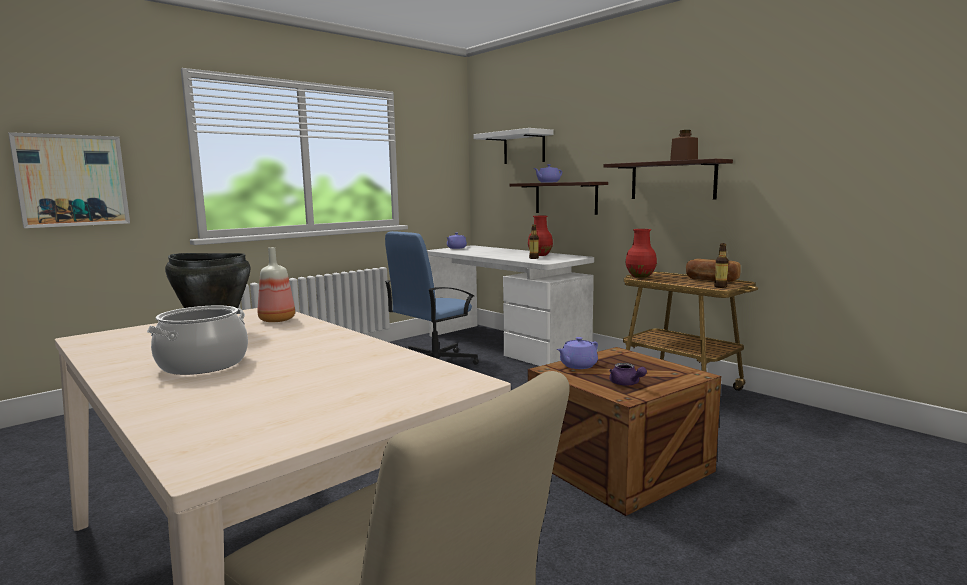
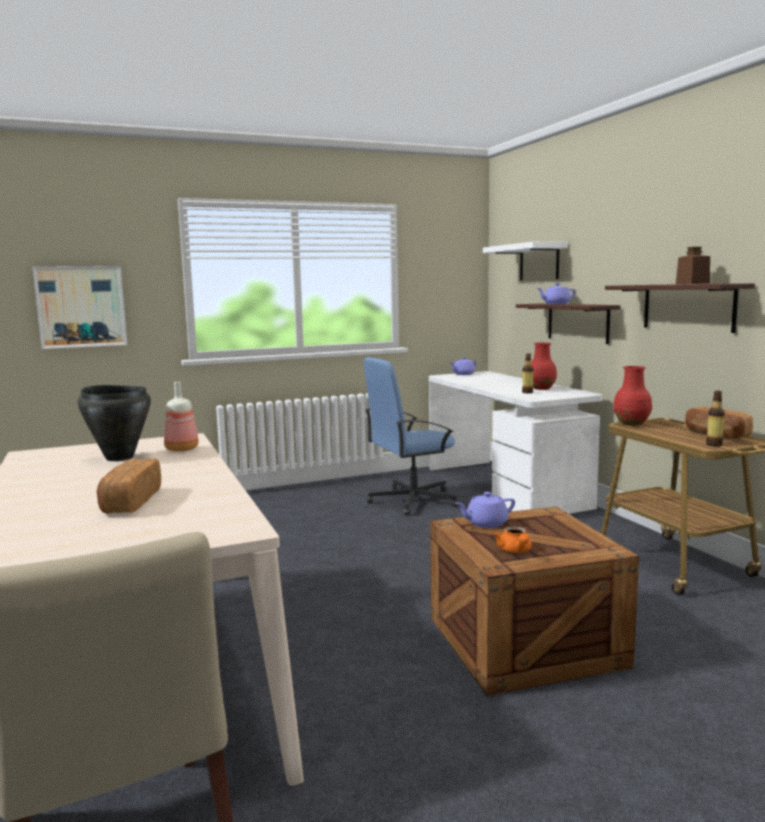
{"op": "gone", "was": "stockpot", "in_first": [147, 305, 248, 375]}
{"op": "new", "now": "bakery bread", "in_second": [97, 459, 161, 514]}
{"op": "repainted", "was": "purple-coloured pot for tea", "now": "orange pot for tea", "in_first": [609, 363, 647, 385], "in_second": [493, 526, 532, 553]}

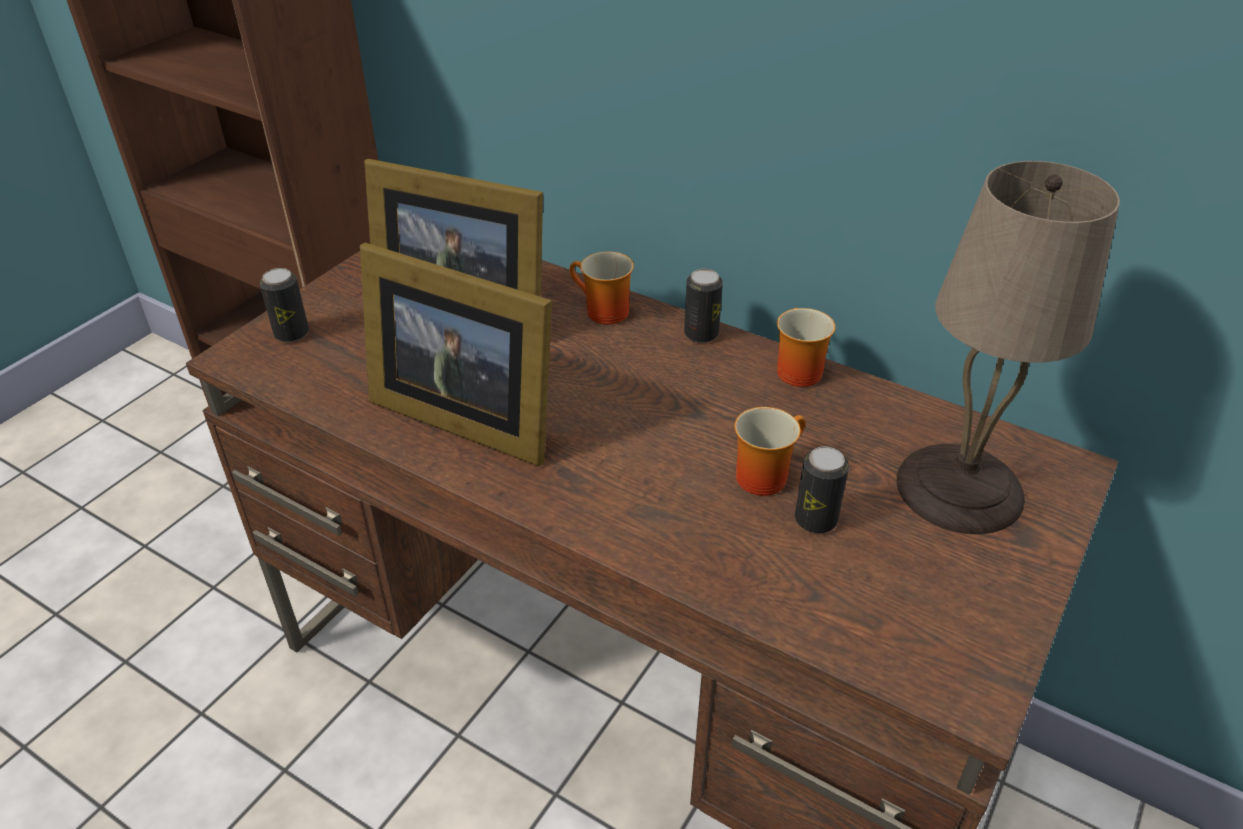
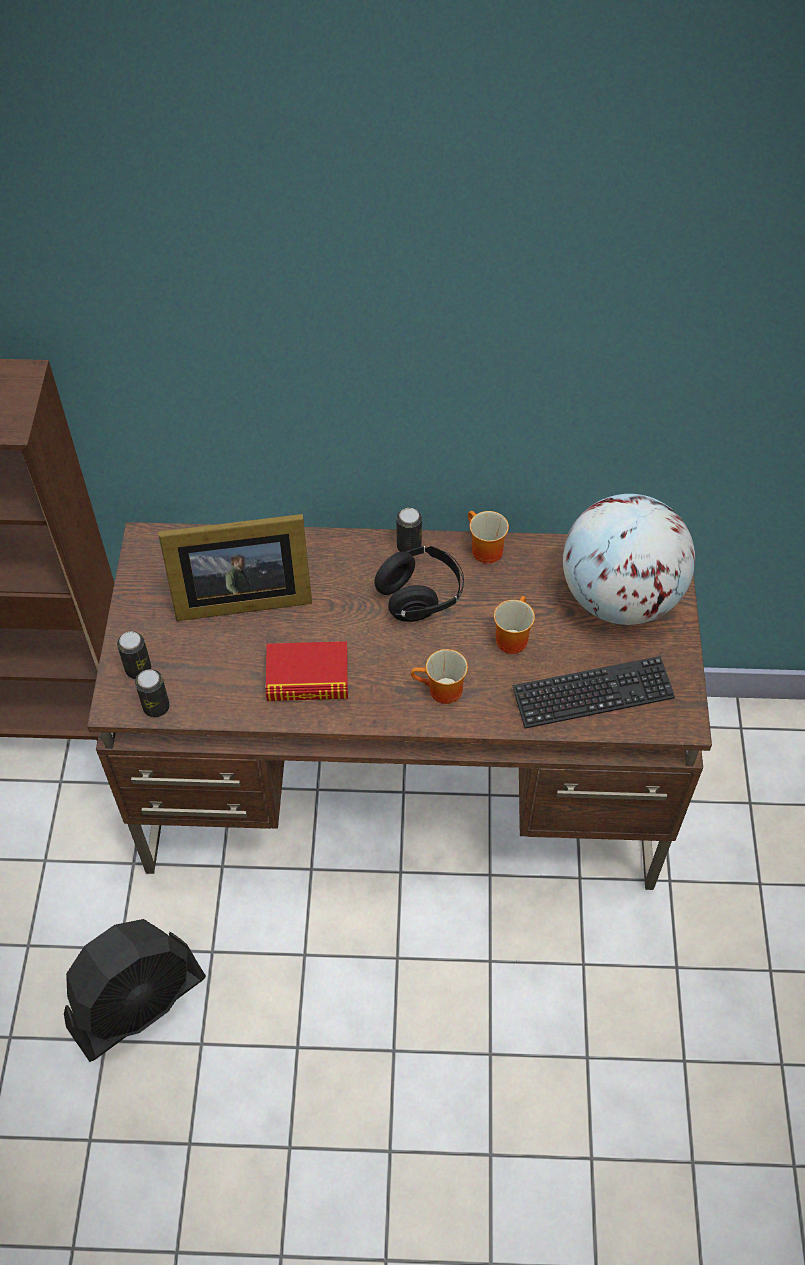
{"op": "new", "now": "blackish electric fan", "in_second": [64, 919, 206, 1062]}
{"op": "new", "now": "blackish pair of headphones", "in_second": [374, 546, 464, 622]}
{"op": "new", "now": "keyboard", "in_second": [512, 656, 675, 729]}
{"op": "shifted", "was": "mug", "in_first": [569, 251, 634, 325], "in_second": [411, 649, 468, 704]}
{"op": "shifted", "was": "metal can", "in_first": [795, 446, 849, 533], "in_second": [135, 669, 170, 717]}
{"op": "swapped", "was": "standing frame", "now": "book", "in_first": [360, 243, 552, 466], "in_second": [266, 641, 348, 701]}
{"op": "swapped", "was": "beige lamp for a table", "now": "desk globe", "in_first": [896, 161, 1120, 534], "in_second": [563, 494, 695, 625]}

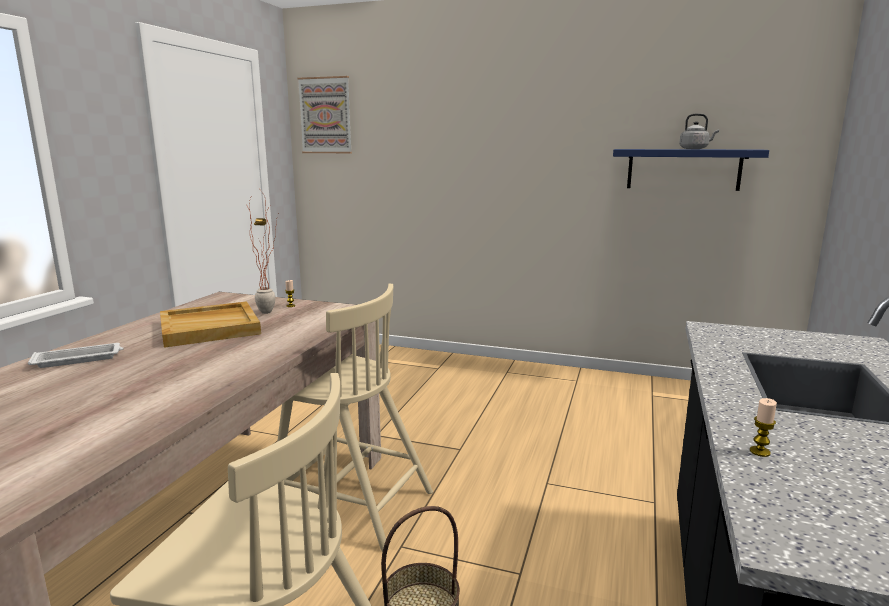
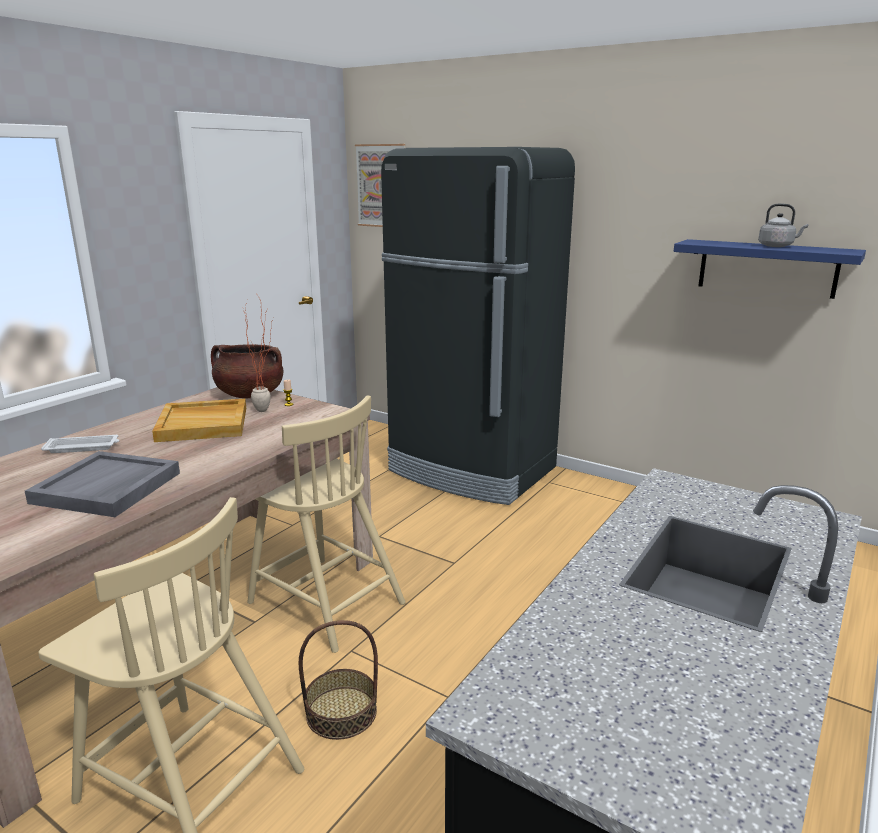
{"op": "gone", "was": "wax candle", "in_first": [750, 398, 777, 457]}
{"op": "new", "now": "greyish carrying tray", "in_second": [25, 451, 180, 517]}
{"op": "new", "now": "brownish stockpot", "in_second": [211, 344, 283, 398]}
{"op": "new", "now": "blackish kitchen fridge", "in_second": [381, 147, 575, 505]}

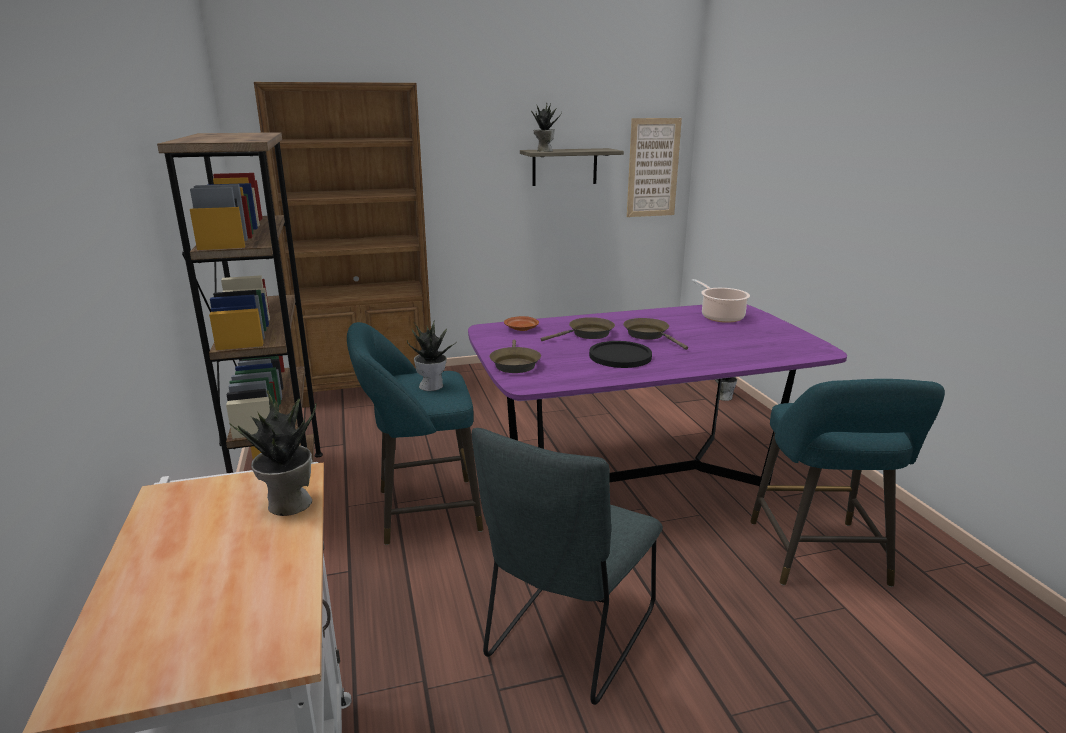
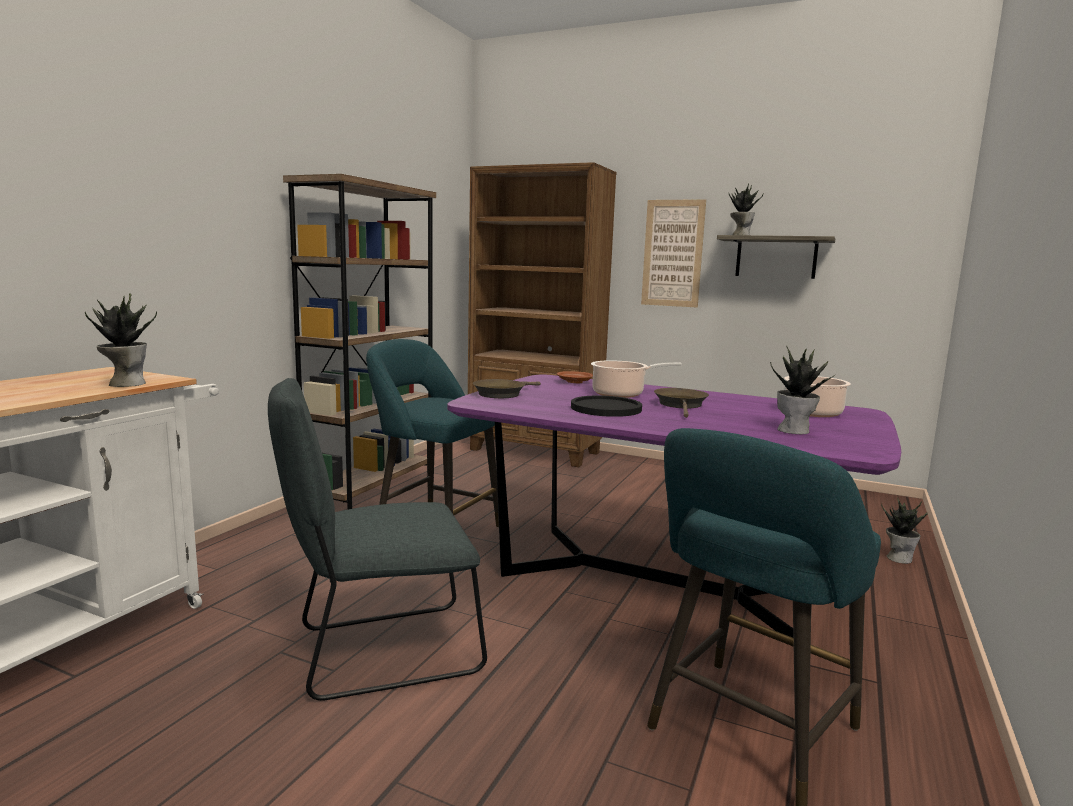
{"op": "shifted", "was": "houseplant", "in_first": [407, 322, 454, 391], "in_second": [770, 345, 835, 434]}
{"op": "shifted", "was": "picture", "in_first": [627, 118, 682, 217], "in_second": [641, 199, 706, 307]}
{"op": "swapped", "was": "brownish pan", "now": "stockpot", "in_first": [541, 317, 615, 341], "in_second": [591, 361, 682, 398]}

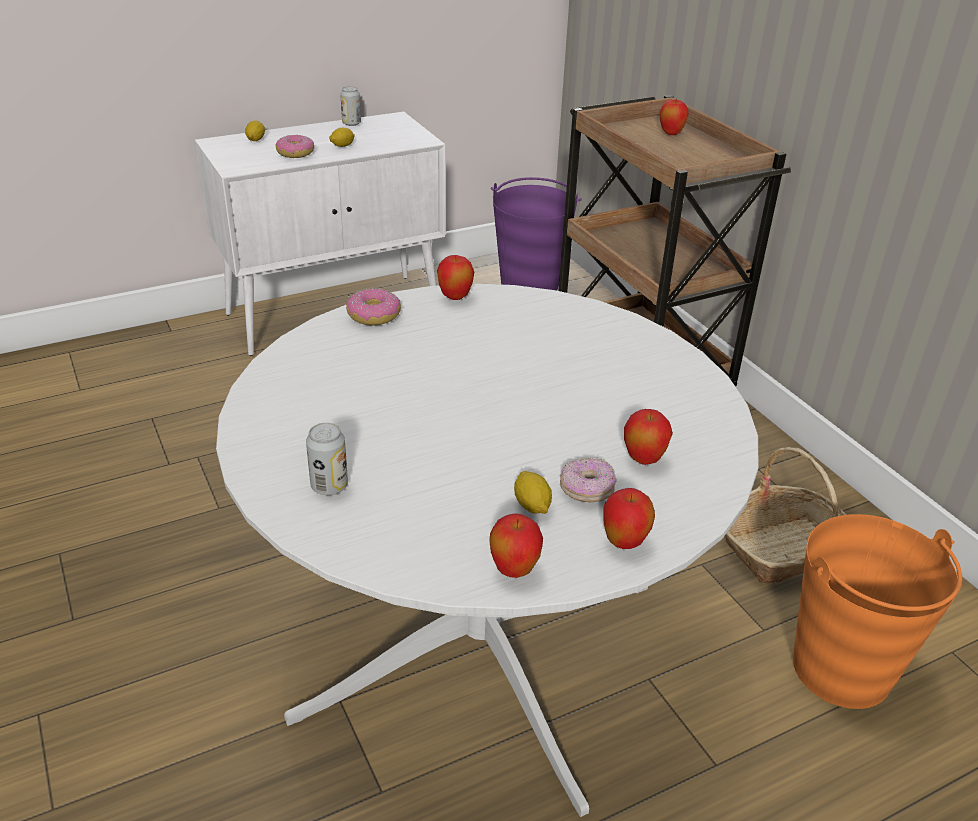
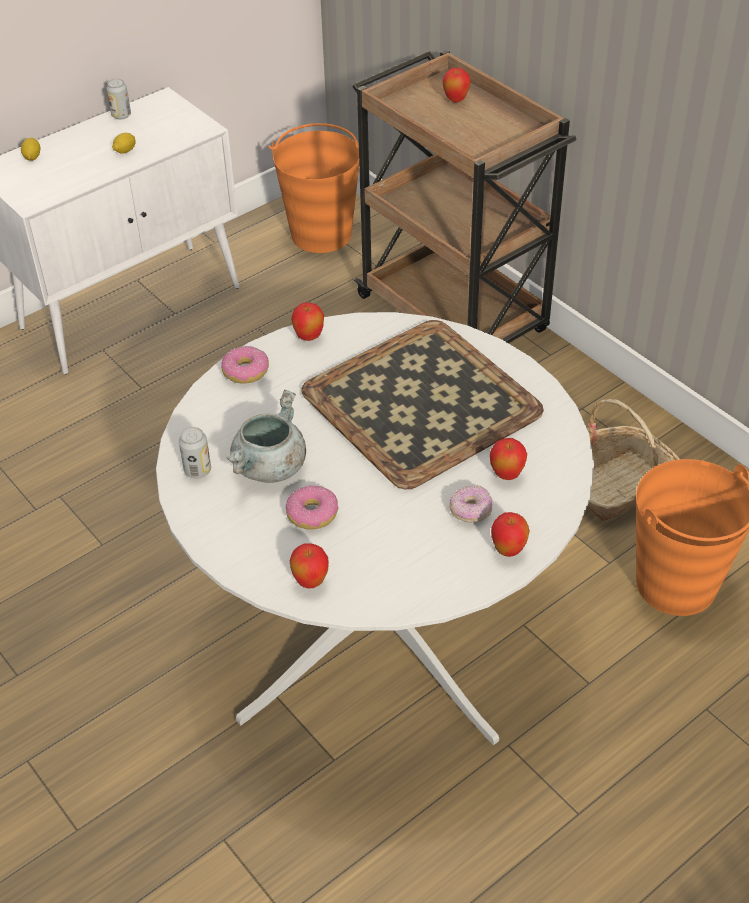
{"op": "gone", "was": "citrus fruit", "in_first": [514, 471, 552, 514]}
{"op": "new", "now": "greyish stockpot", "in_second": [226, 390, 306, 483]}
{"op": "new", "now": "carrying tray", "in_second": [302, 320, 544, 489]}
{"op": "shifted", "was": "doughnut", "in_first": [275, 135, 314, 158], "in_second": [286, 485, 339, 530]}
{"op": "shifted", "was": "metal can", "in_first": [306, 423, 348, 495], "in_second": [179, 427, 211, 478]}
{"op": "shifted", "was": "apple fruit", "in_first": [489, 513, 543, 578], "in_second": [290, 543, 329, 589]}
{"op": "repainted", "was": "purple-coloured pail", "now": "orange pail", "in_first": [491, 177, 582, 290], "in_second": [268, 123, 359, 253]}

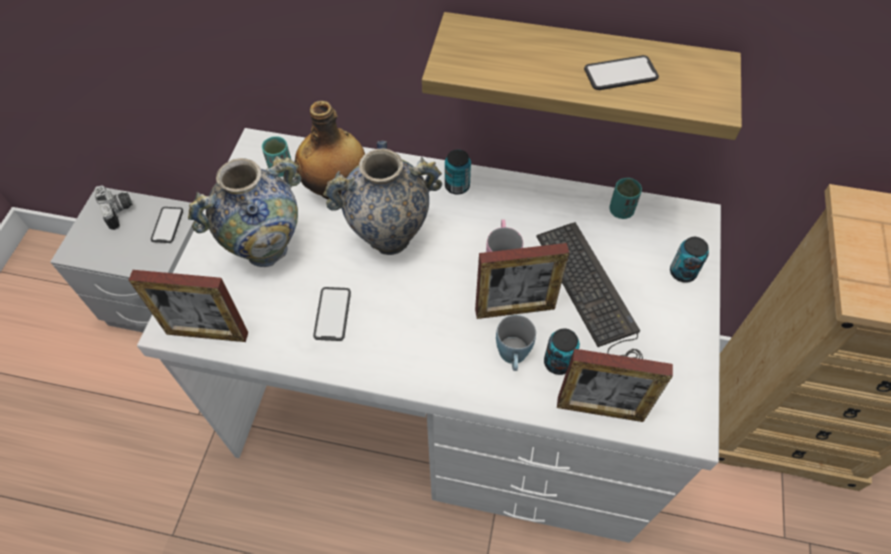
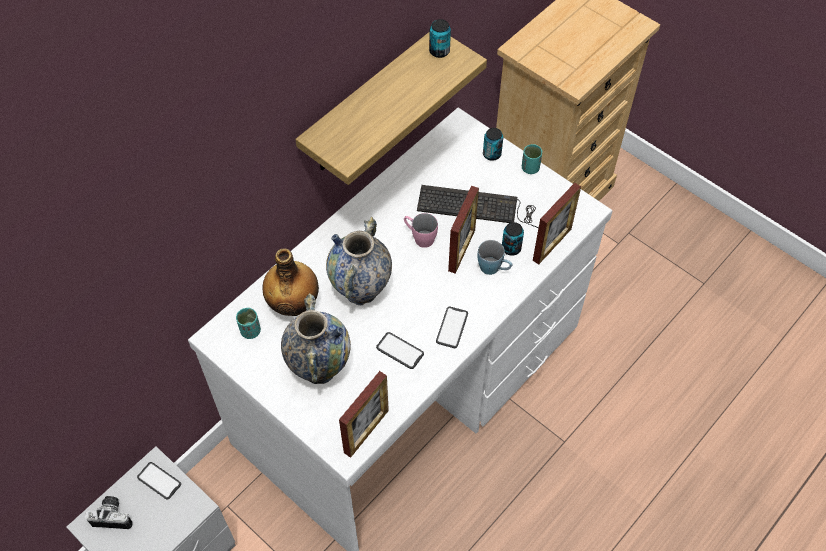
{"op": "shifted", "was": "metal can", "in_first": [445, 149, 471, 195], "in_second": [429, 19, 451, 58]}
{"op": "shifted", "was": "telephone", "in_first": [584, 55, 659, 90], "in_second": [436, 306, 468, 348]}
{"op": "shifted", "was": "turquoise cup", "in_first": [610, 178, 642, 219], "in_second": [522, 144, 542, 174]}

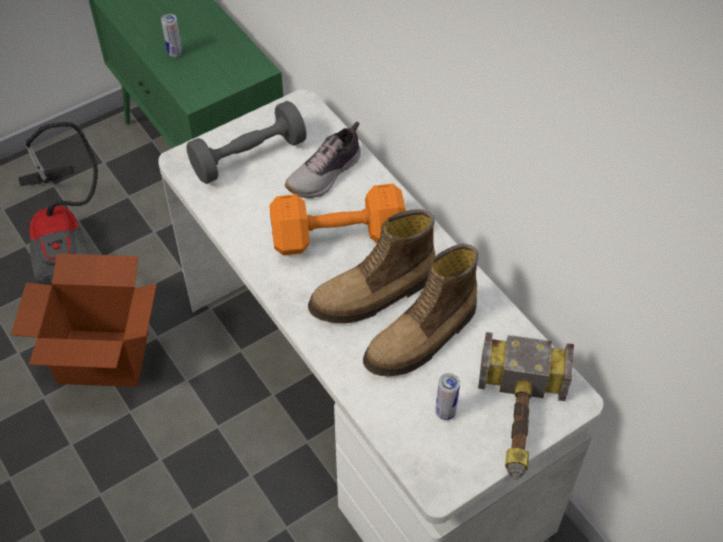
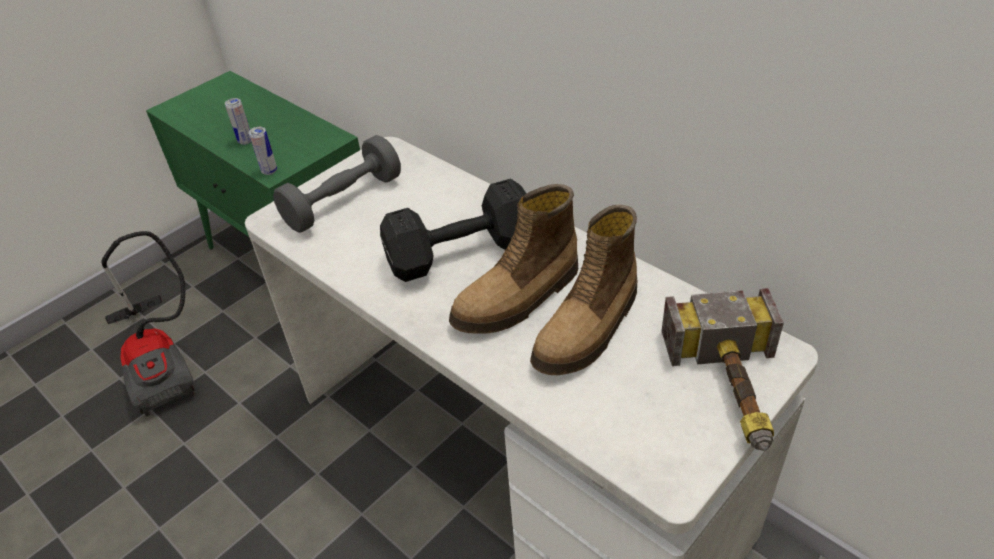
{"op": "gone", "was": "packing box", "in_first": [11, 253, 157, 387]}
{"op": "gone", "was": "item of footwear", "in_first": [285, 122, 361, 198]}
{"op": "shifted", "was": "metal can", "in_first": [435, 373, 460, 420], "in_second": [249, 127, 277, 175]}
{"op": "repainted", "was": "orange hand weight", "now": "blackish hand weight", "in_first": [269, 183, 406, 255], "in_second": [380, 179, 527, 282]}

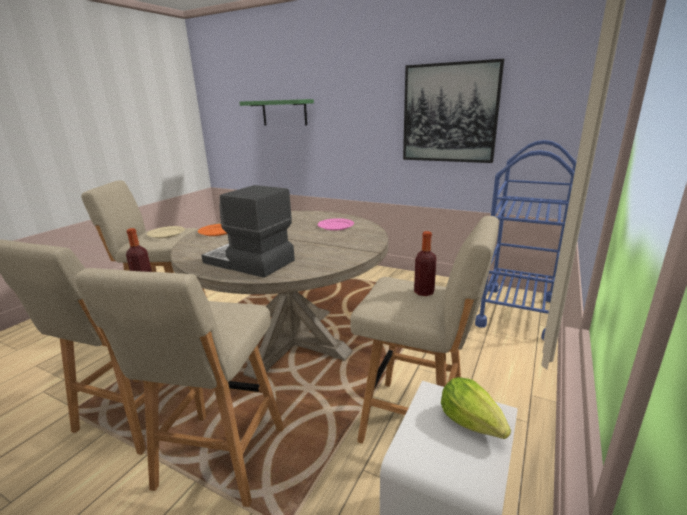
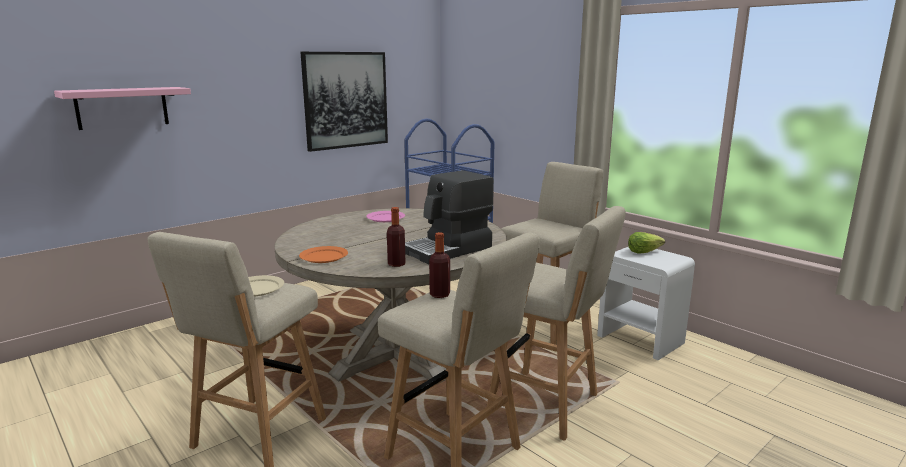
{"op": "shifted", "was": "beverage bottle", "in_first": [414, 231, 436, 296], "in_second": [387, 207, 405, 267]}
{"op": "repainted", "was": "green-coloured wall shelf", "now": "pink wall shelf", "in_first": [239, 99, 314, 126], "in_second": [54, 87, 191, 130]}

